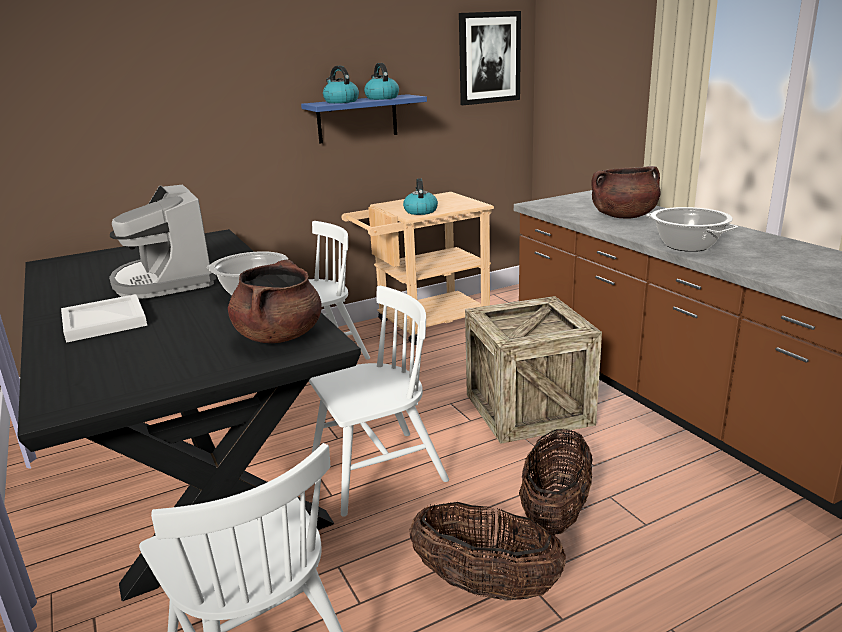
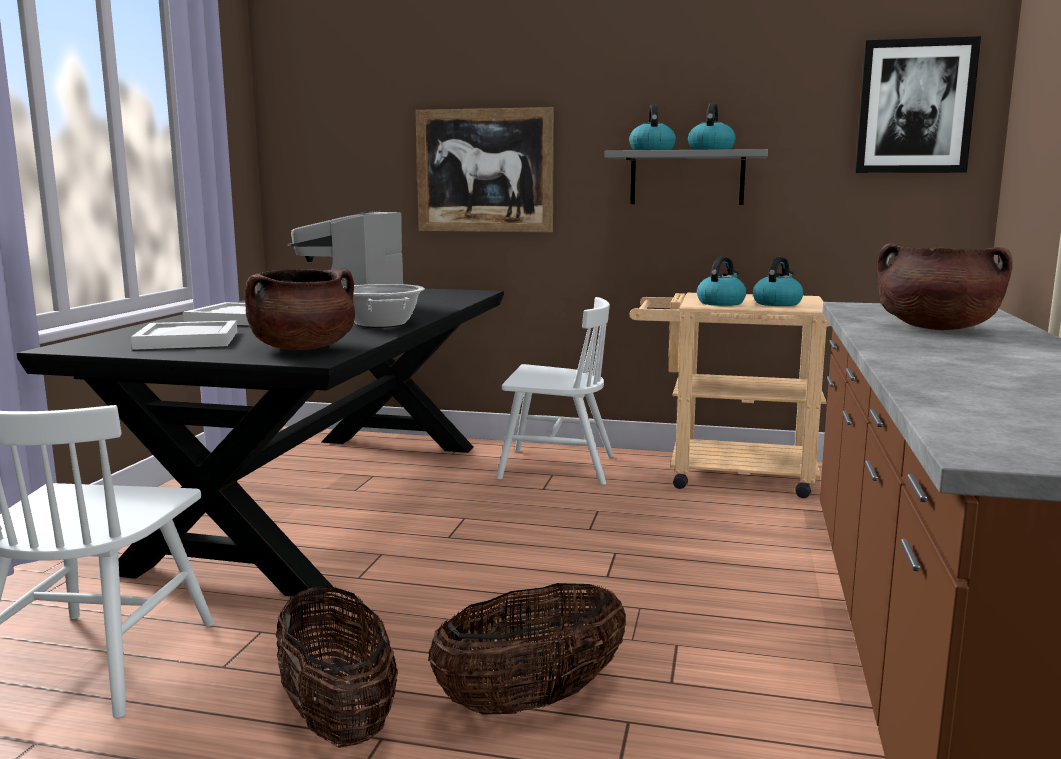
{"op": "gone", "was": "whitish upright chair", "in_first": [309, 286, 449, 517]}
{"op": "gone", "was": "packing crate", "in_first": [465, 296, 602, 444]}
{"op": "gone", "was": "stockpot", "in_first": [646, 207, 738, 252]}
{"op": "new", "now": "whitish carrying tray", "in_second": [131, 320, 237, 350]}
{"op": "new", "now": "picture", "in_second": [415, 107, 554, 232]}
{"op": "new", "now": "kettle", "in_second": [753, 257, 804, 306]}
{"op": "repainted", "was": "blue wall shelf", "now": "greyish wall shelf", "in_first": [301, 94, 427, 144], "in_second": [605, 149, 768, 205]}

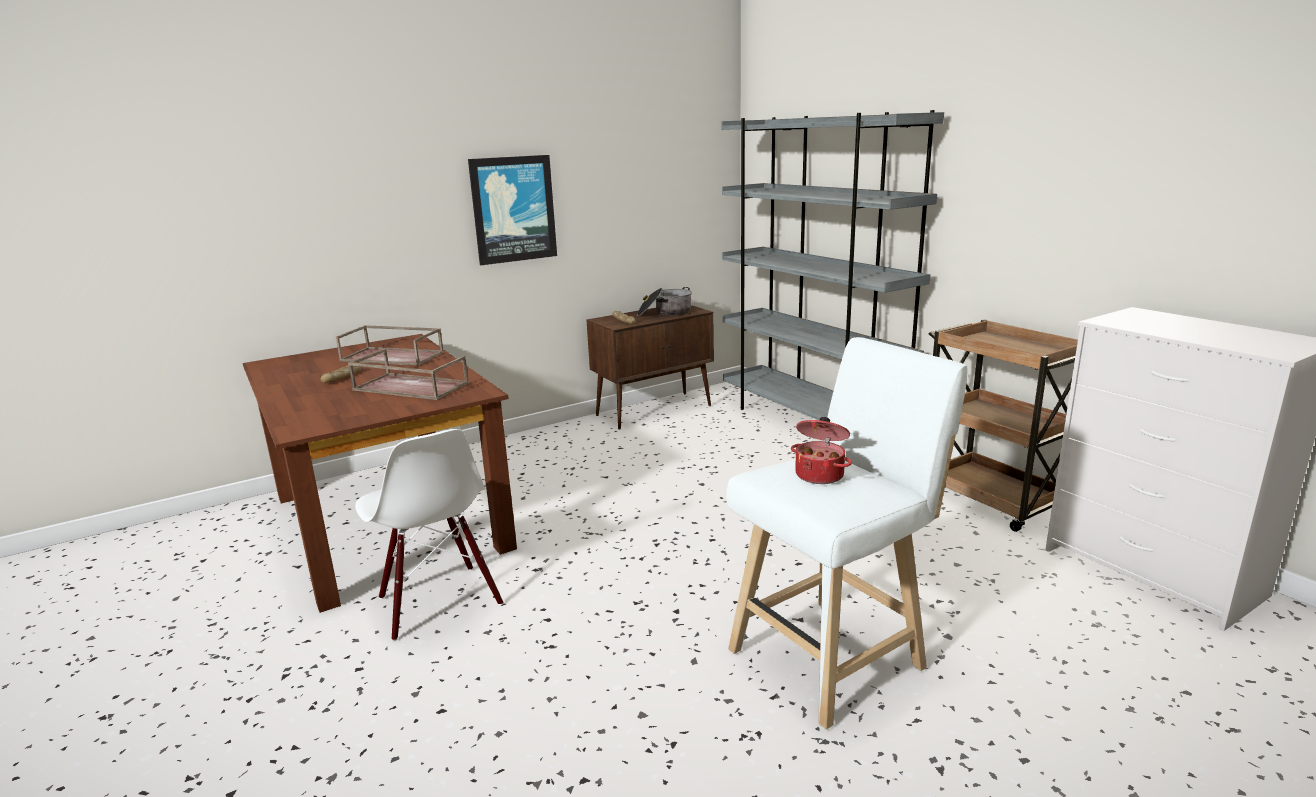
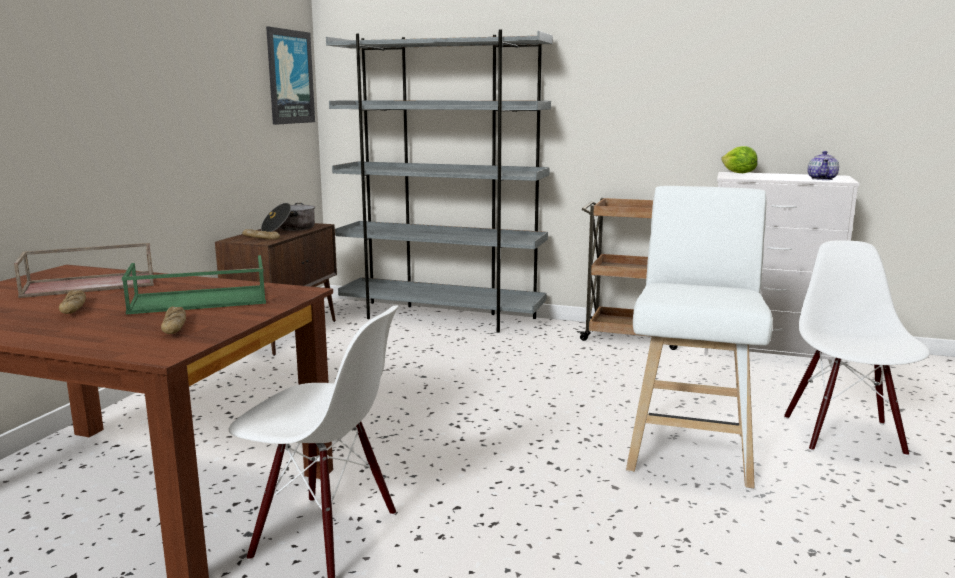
{"op": "gone", "was": "stockpot", "in_first": [791, 417, 852, 484]}
{"op": "new", "now": "bakery bread", "in_second": [161, 306, 186, 334]}
{"op": "new", "now": "lettuce", "in_second": [721, 146, 758, 173]}
{"op": "new", "now": "whitish upright chair", "in_second": [784, 241, 930, 456]}
{"op": "new", "now": "pot for tea", "in_second": [807, 151, 839, 180]}
{"op": "shifted", "was": "picture", "in_first": [468, 155, 557, 265], "in_second": [266, 27, 315, 125]}
{"op": "repainted", "was": "brownish carrying tray", "now": "green-coloured carrying tray", "in_first": [348, 349, 469, 400], "in_second": [122, 255, 266, 314]}

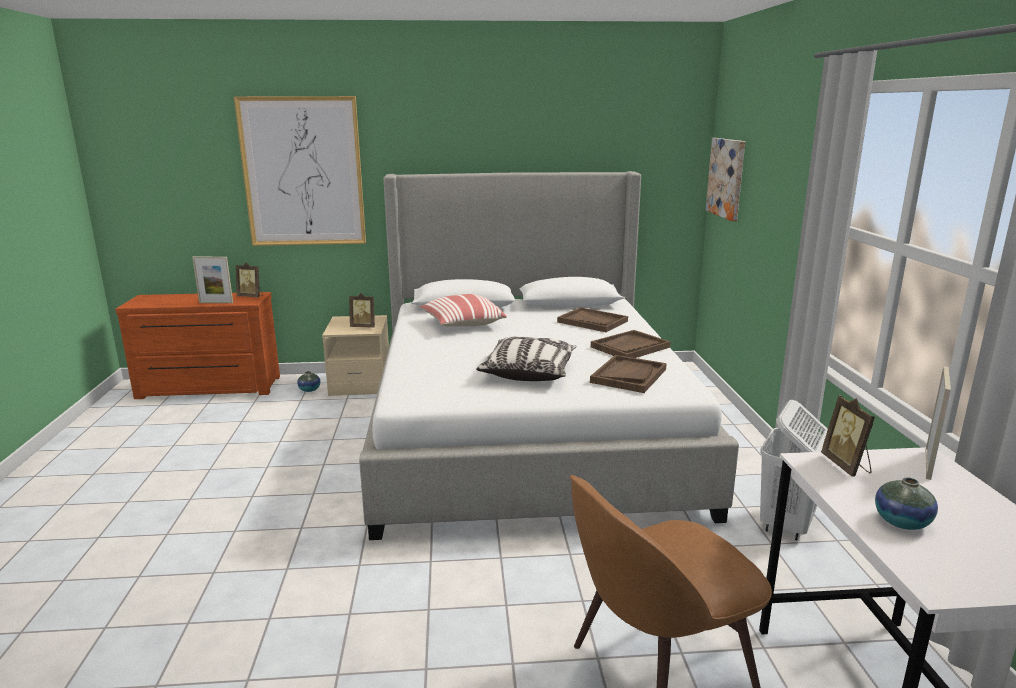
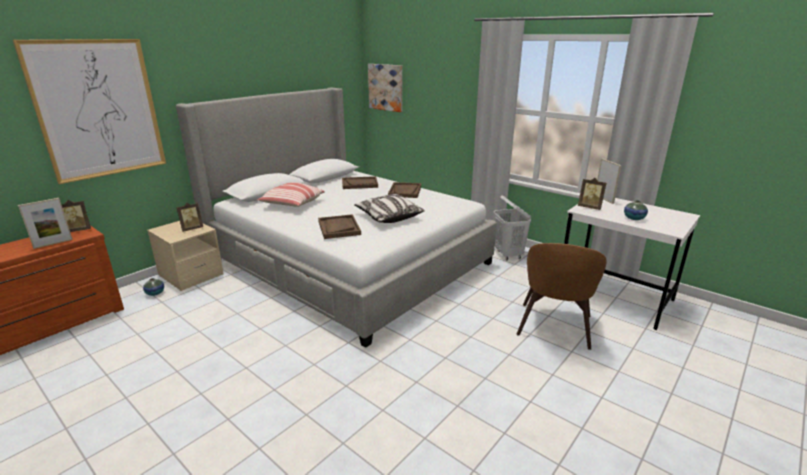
{"op": "shifted", "was": "brownish carrying tray", "in_first": [590, 355, 667, 393], "in_second": [318, 214, 361, 239]}

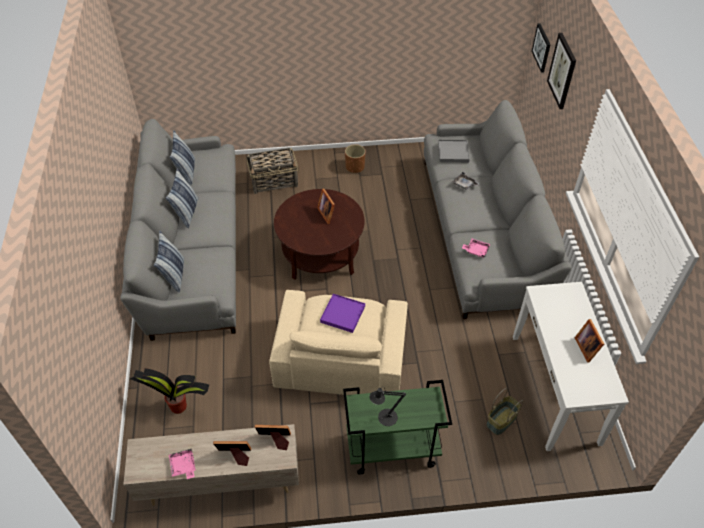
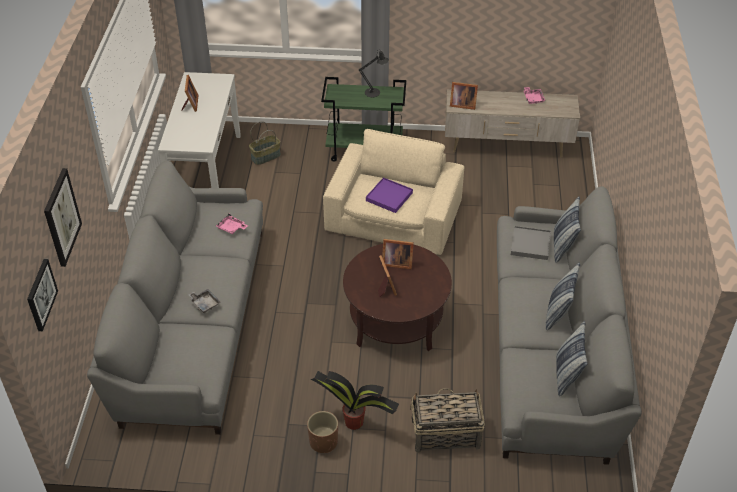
{"op": "shifted", "was": "houseplant", "in_first": [130, 368, 209, 414], "in_second": [311, 371, 399, 430]}
{"op": "shifted", "was": "standing frame", "in_first": [213, 441, 251, 466], "in_second": [382, 239, 414, 269]}
{"op": "shifted", "was": "greyish carrying tray", "in_first": [438, 140, 469, 163], "in_second": [511, 226, 551, 260]}

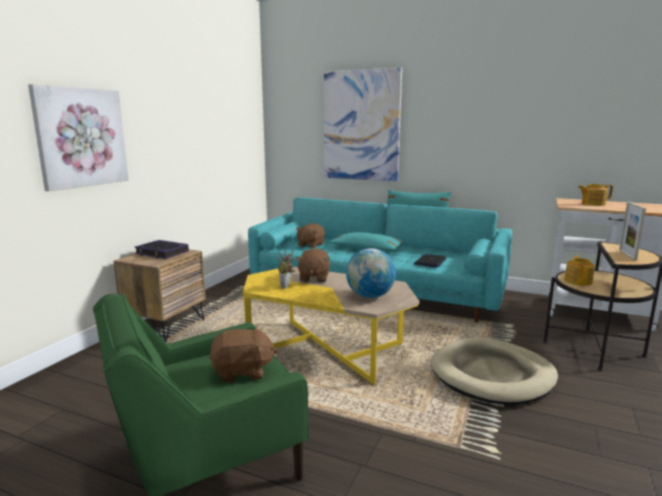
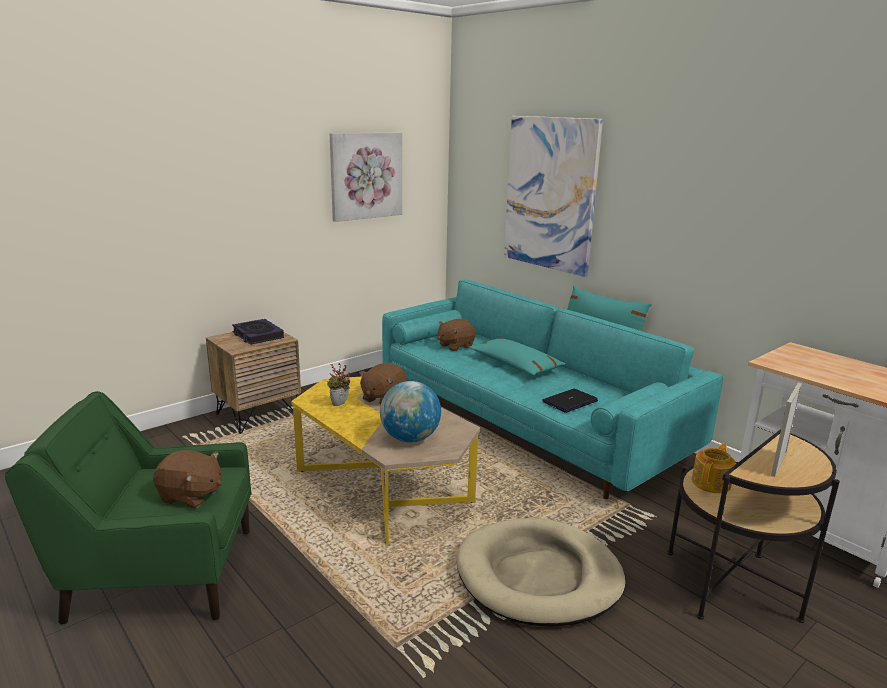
{"op": "gone", "was": "pot for tea", "in_first": [578, 184, 613, 206]}
{"op": "shifted", "was": "picture", "in_first": [28, 84, 129, 191], "in_second": [330, 133, 402, 222]}

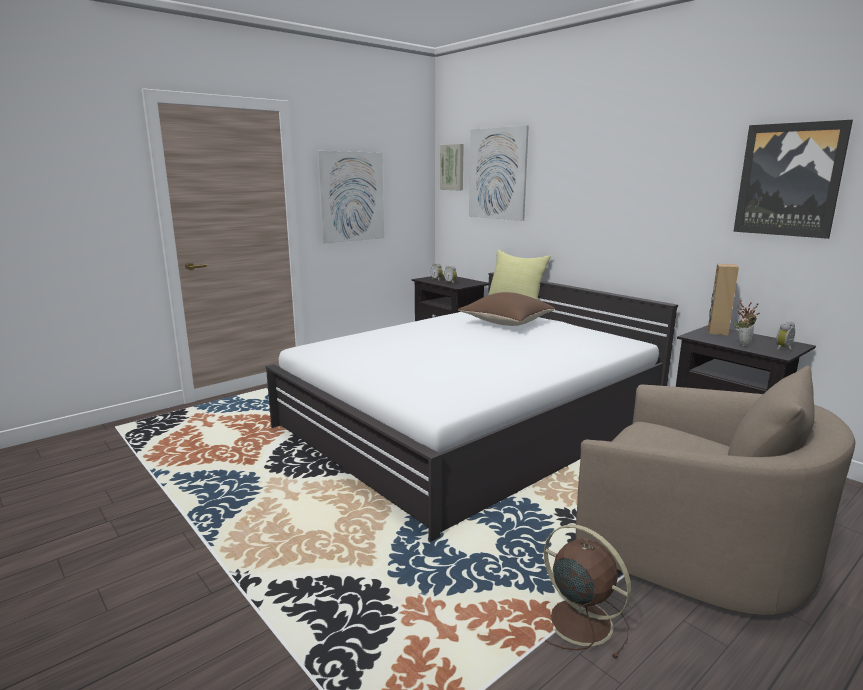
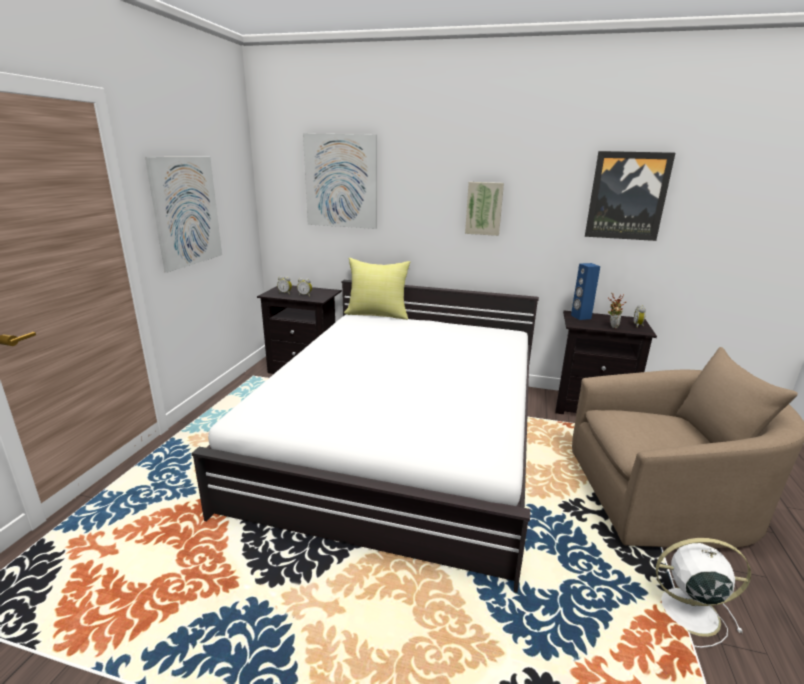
{"op": "gone", "was": "brownish cushion", "in_first": [458, 292, 555, 326]}
{"op": "shifted", "was": "picture", "in_first": [440, 144, 464, 190], "in_second": [465, 182, 504, 236]}
{"op": "repainted", "was": "brownish electric fan", "now": "whitish electric fan", "in_first": [544, 524, 631, 659], "in_second": [656, 538, 751, 648]}
{"op": "repainted", "was": "brownish audio speaker", "now": "blue audio speaker", "in_first": [708, 264, 739, 336], "in_second": [571, 263, 600, 320]}

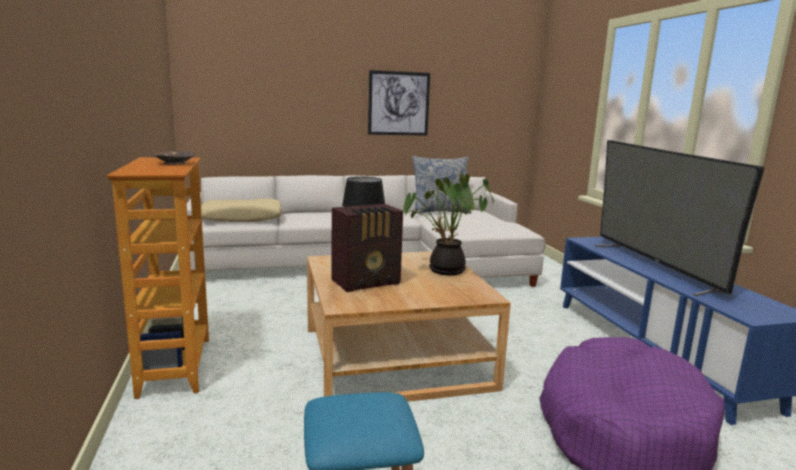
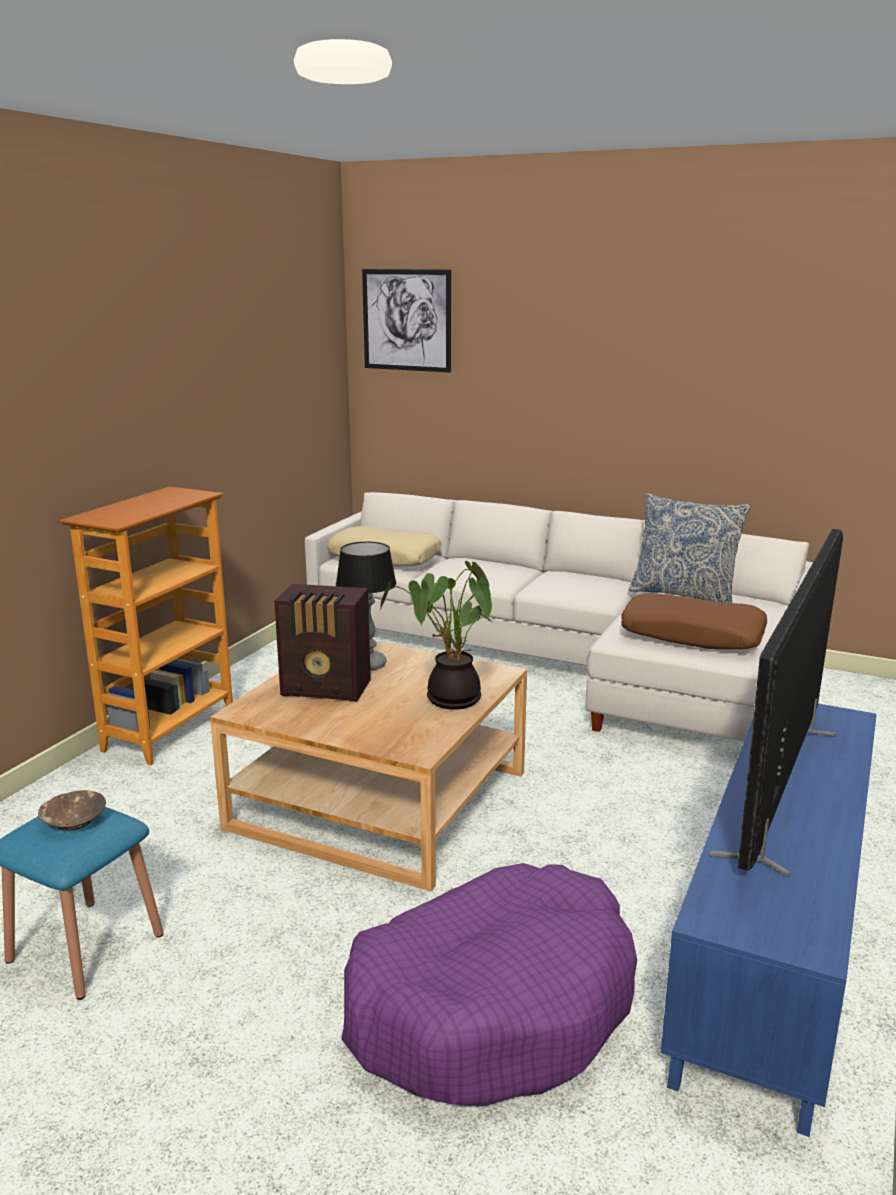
{"op": "new", "now": "brownish cushion", "in_second": [621, 593, 767, 649]}
{"op": "shifted", "was": "brownish bowl", "in_first": [152, 151, 195, 165], "in_second": [38, 790, 106, 831]}
{"op": "shifted", "was": "picture", "in_first": [368, 70, 430, 136], "in_second": [362, 269, 451, 372]}

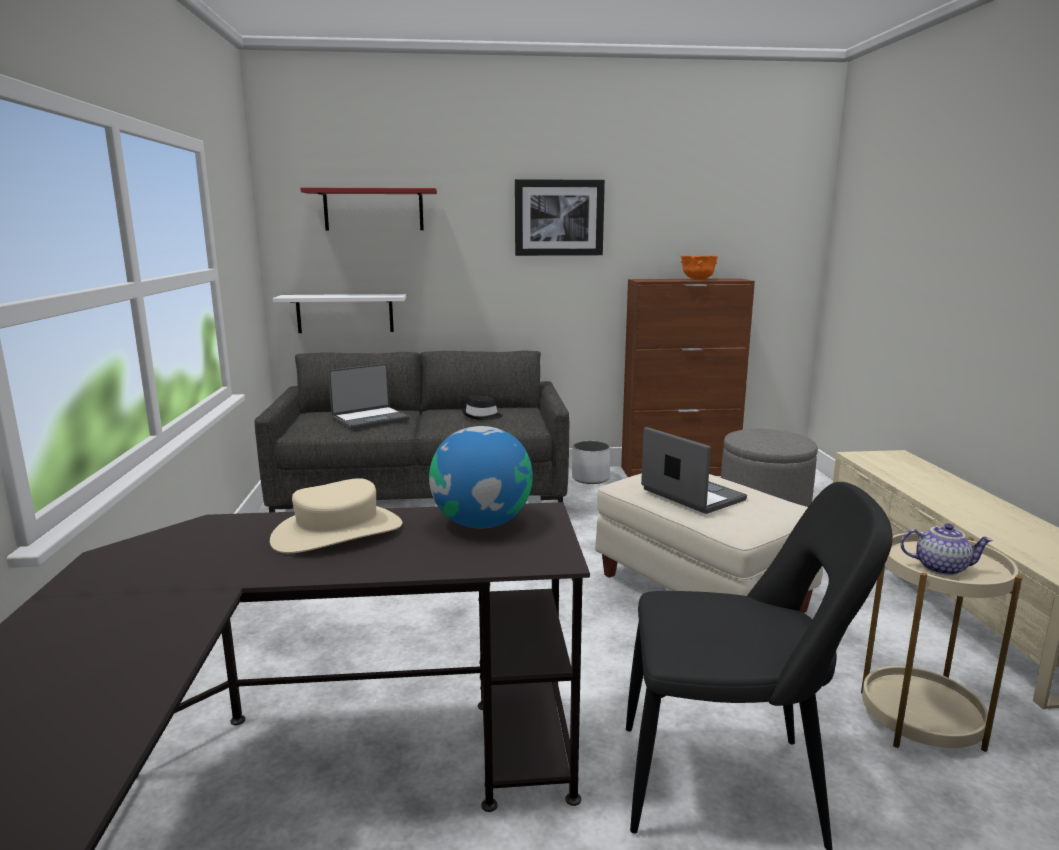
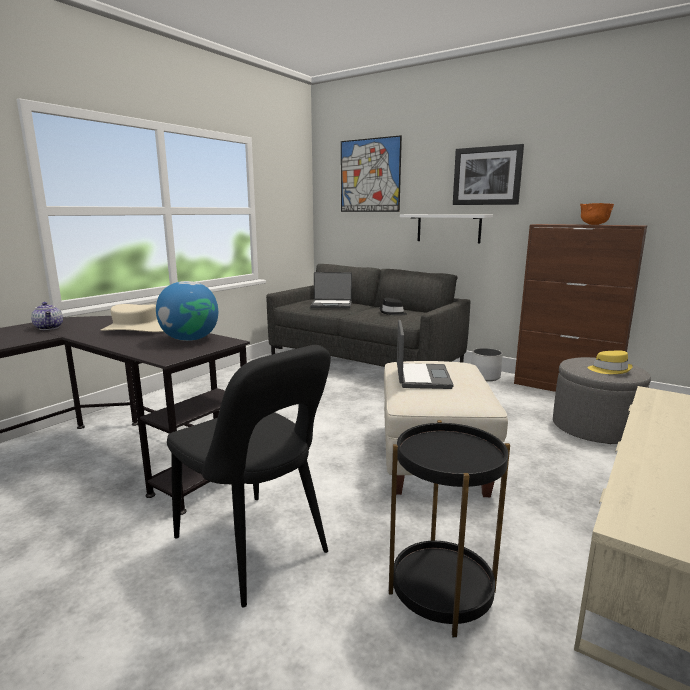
{"op": "new", "now": "yellow wearable hat", "in_second": [588, 350, 633, 374]}
{"op": "shifted", "was": "whitish wall shelf", "in_first": [273, 294, 406, 333], "in_second": [400, 214, 493, 243]}
{"op": "shifted", "was": "pot for tea", "in_first": [900, 523, 993, 576], "in_second": [31, 302, 63, 330]}
{"op": "swapped", "was": "red wall shelf", "now": "picture", "in_first": [300, 188, 437, 230], "in_second": [341, 135, 402, 212]}
{"op": "repainted", "was": "beige side table", "now": "blackish side table", "in_first": [861, 532, 1022, 752], "in_second": [389, 420, 510, 637]}

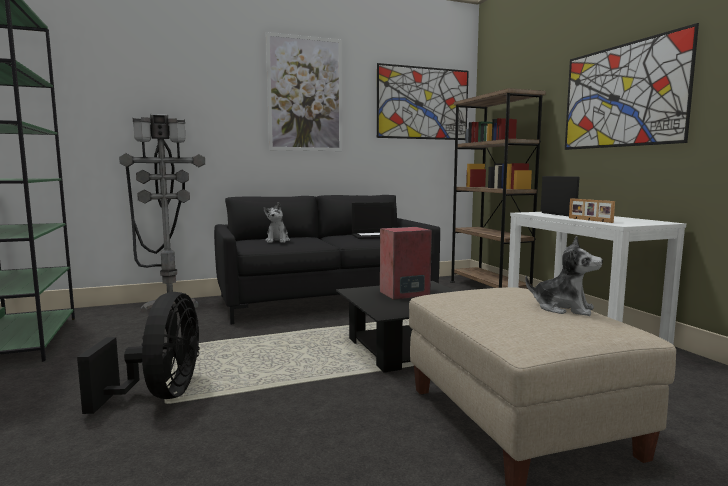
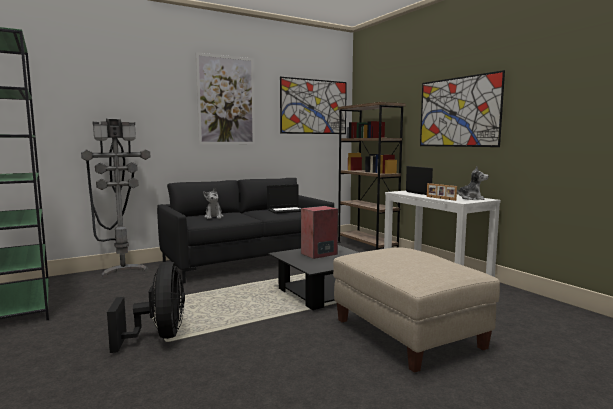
{"op": "shifted", "was": "soft toy", "in_first": [525, 236, 603, 316], "in_second": [454, 166, 489, 200]}

